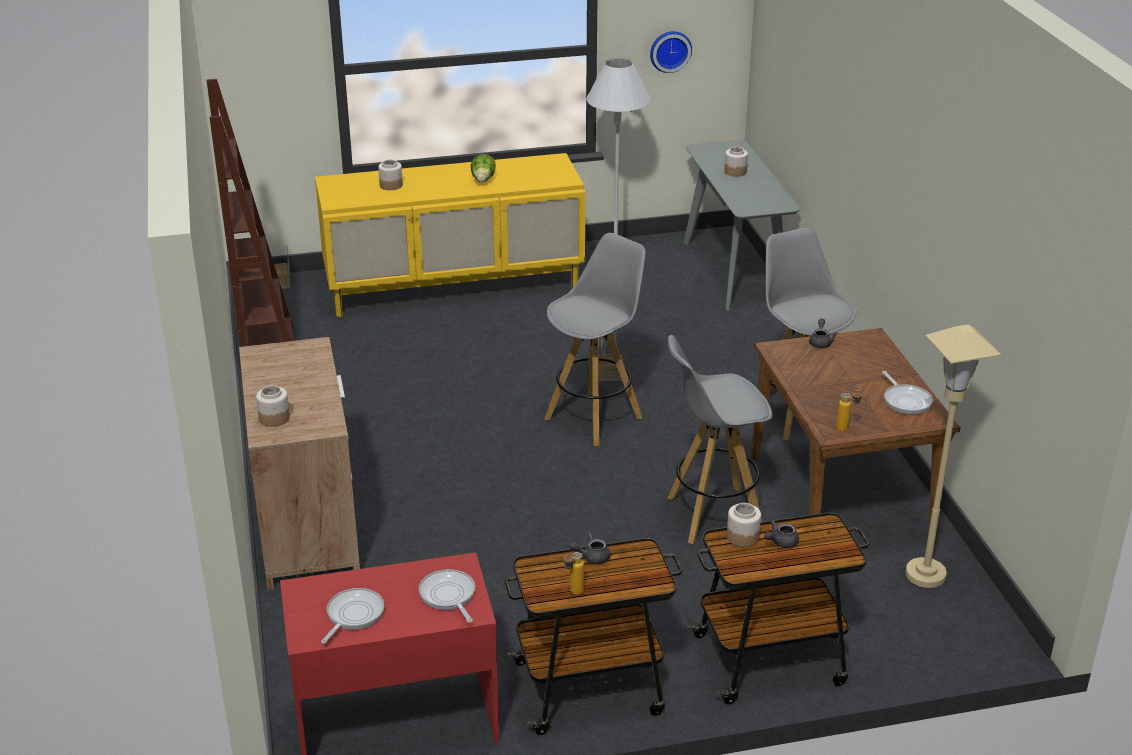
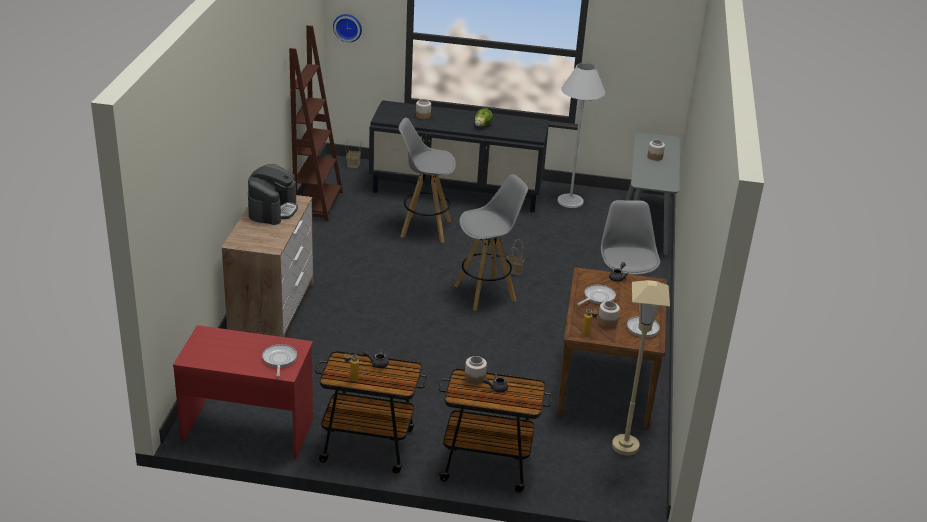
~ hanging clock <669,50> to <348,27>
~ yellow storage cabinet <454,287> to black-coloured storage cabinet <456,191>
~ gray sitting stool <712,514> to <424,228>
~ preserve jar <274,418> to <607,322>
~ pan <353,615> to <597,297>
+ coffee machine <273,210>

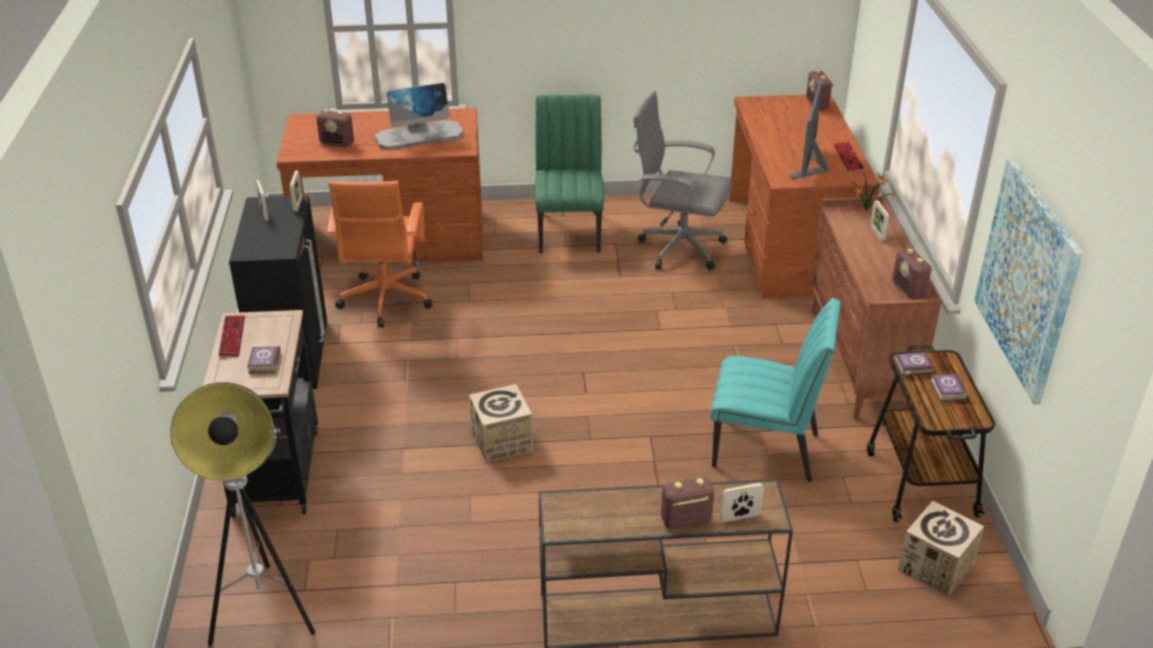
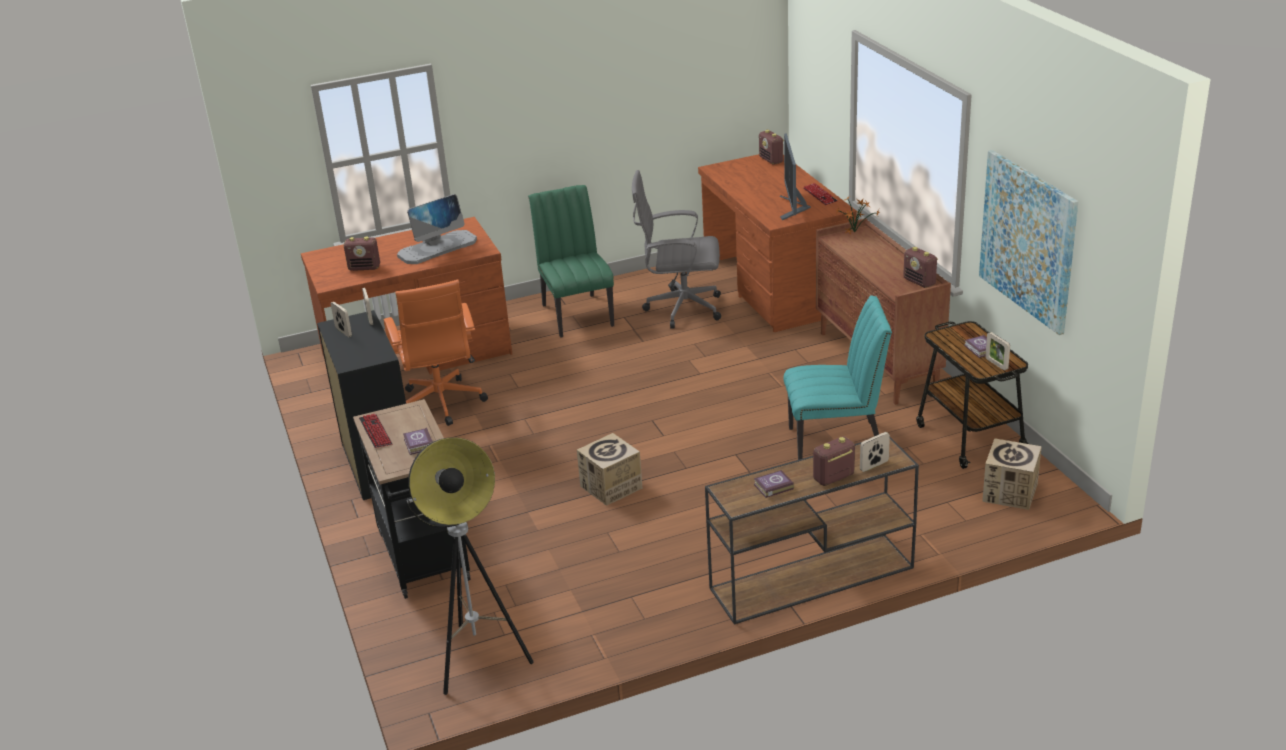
~ standing frame <877,234> to <996,364>
~ volume <912,366> to <772,486>

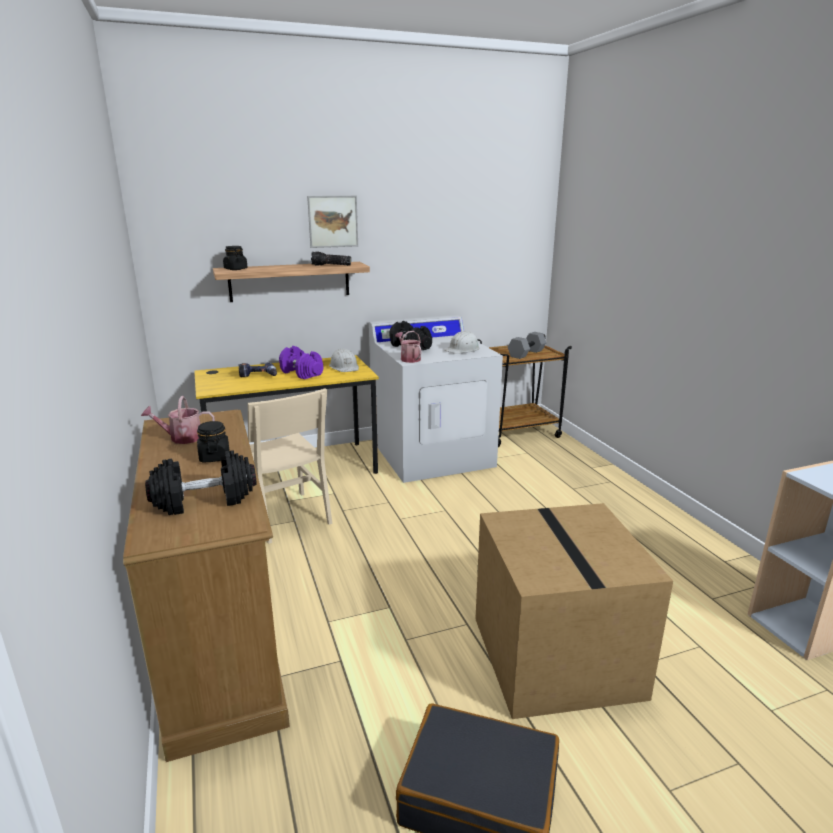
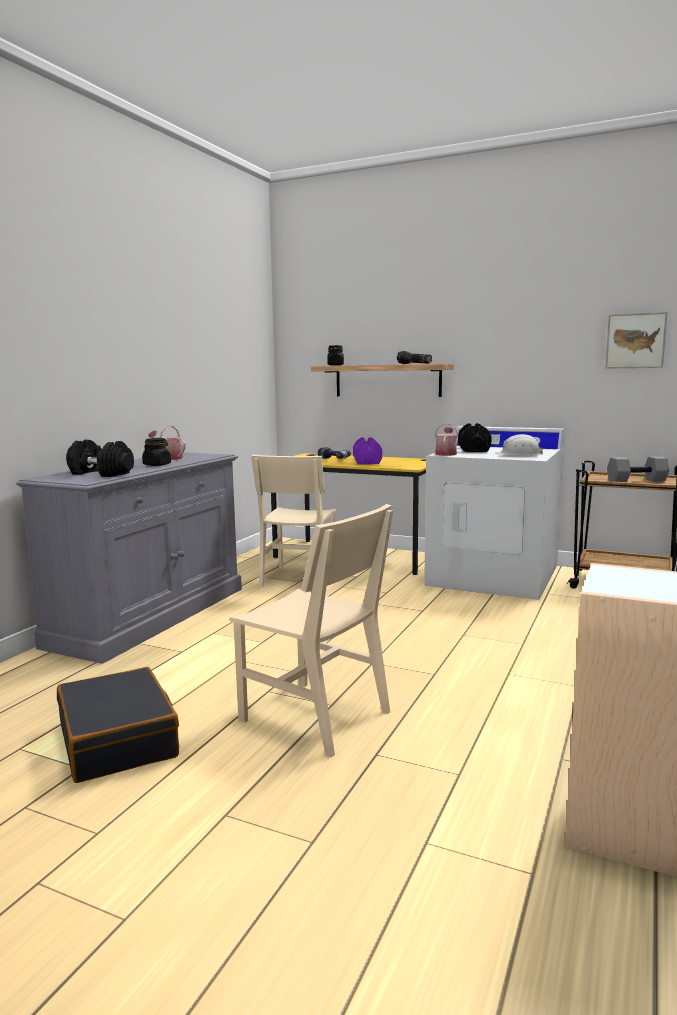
~ wall art <333,221> to <635,341>
- white hard hat <344,367>
~ brown-coloured storage cabinet <221,634> to gray storage cabinet <152,615>
~ packing box <558,657> to beige-coloured upright chair <314,716>

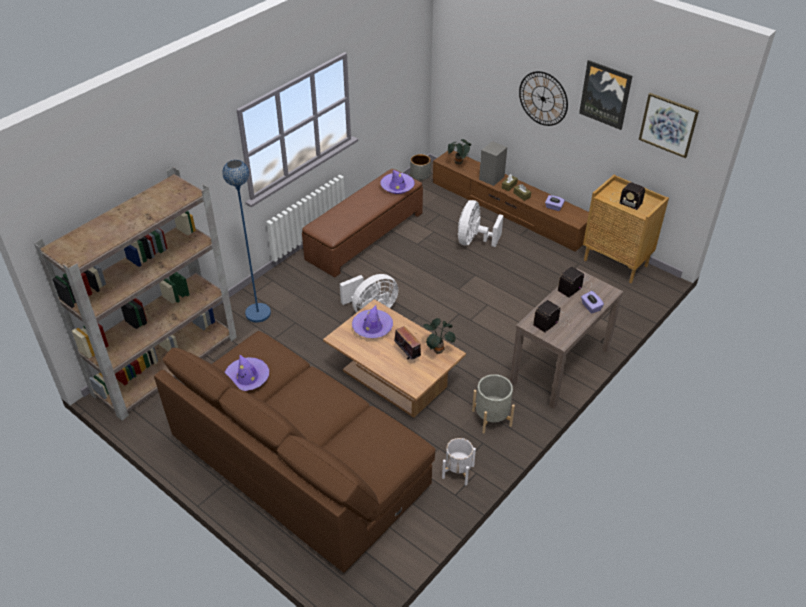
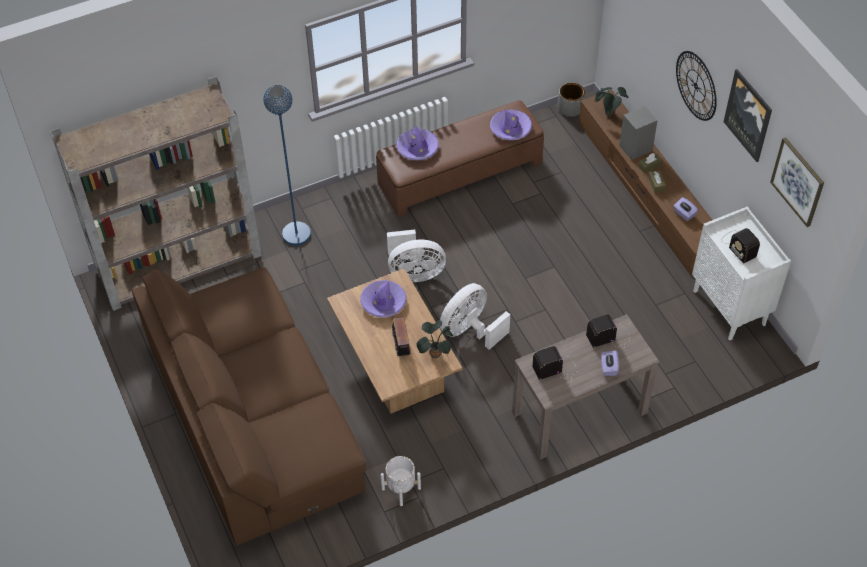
~ brown-coloured storage cabinet <616,263> to white storage cabinet <729,308>
~ white electric fan <474,241> to <470,330>
~ purple clothing hat <247,378> to <417,148>
- gray planter <491,418>

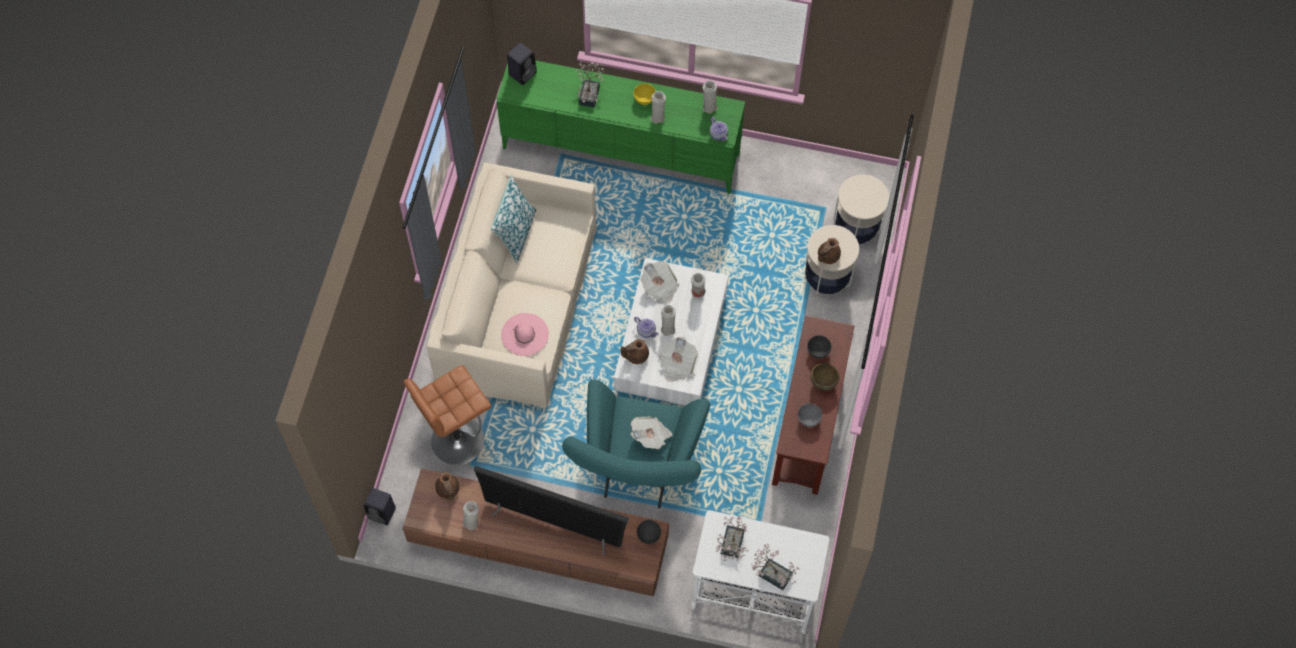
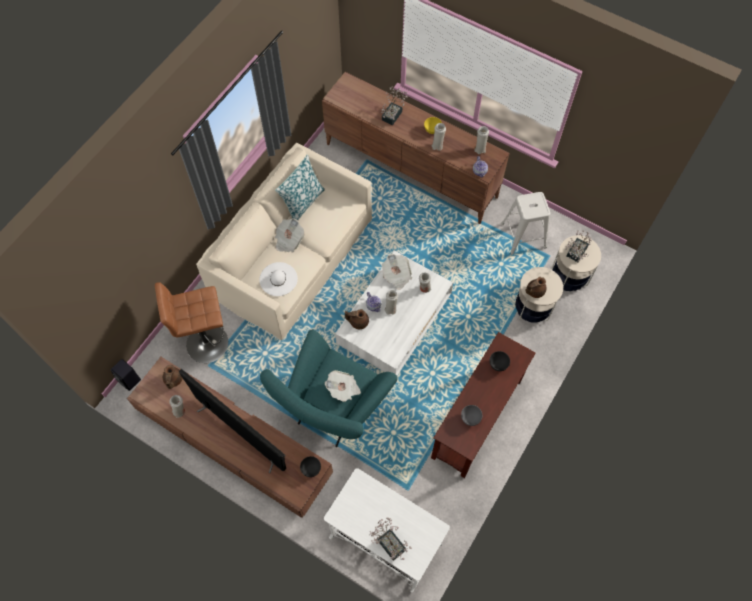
- black-coloured loudspeaker <523,73>
~ green storage cabinet <622,151> to brown-coloured storage cabinet <412,170>
~ pink-coloured clothing hat <525,334> to white clothing hat <278,279>
~ newspaper <677,365> to <288,240>
- brown-coloured bowl <822,382>
~ potted plant <731,546> to <575,253>
+ white sitting stool <523,235>

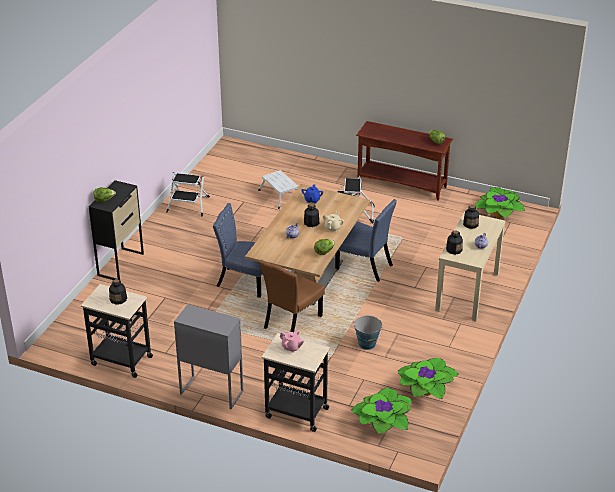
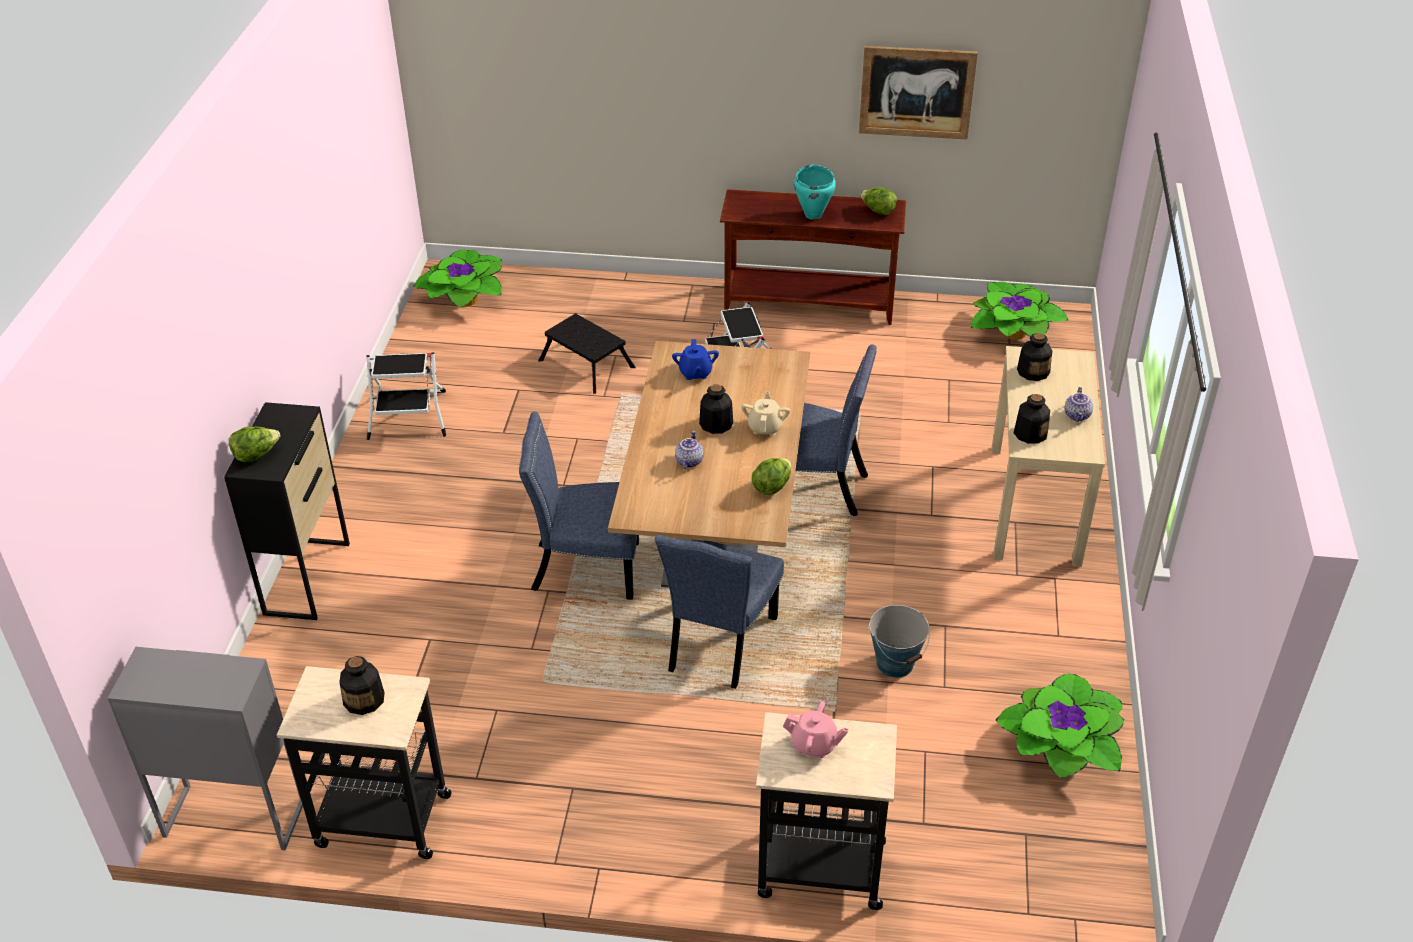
~ white stepladder <280,195> to black-coloured stepladder <586,363>
~ brown-coloured upright chair <292,321> to blue upright chair <720,640>
~ gray storage cabinet <211,391> to <233,815>
~ potted plant <383,422> to <465,298>
+ wall art <916,92>
+ blue-green cooking pot <813,215>

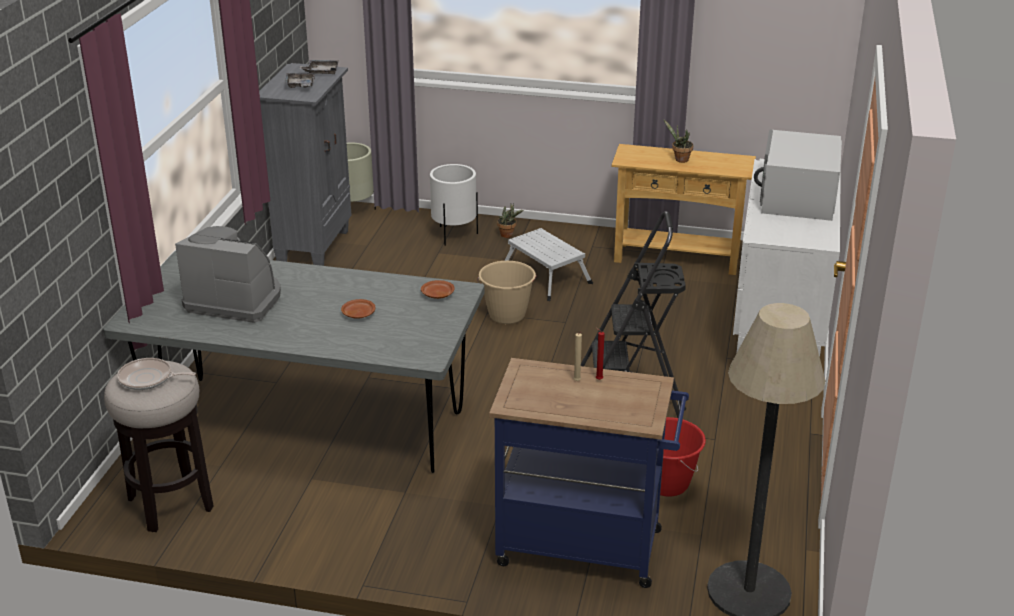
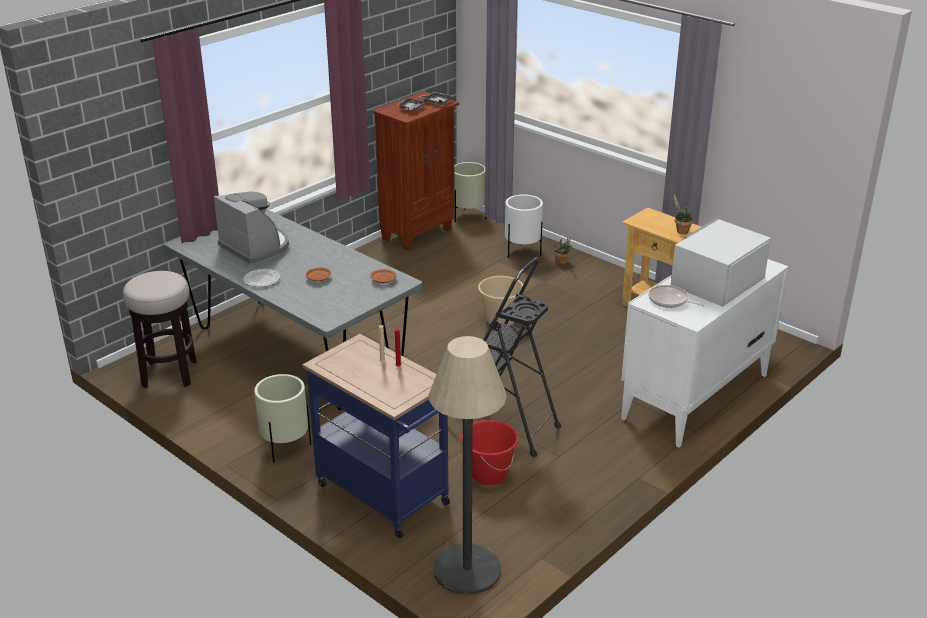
~ gray storage cabinet <315,247> to brown-coloured storage cabinet <418,235>
- white stepladder <546,276>
~ pan <148,379> to <669,300>
+ dinner plate <261,279>
+ beige-coloured planter <286,447>

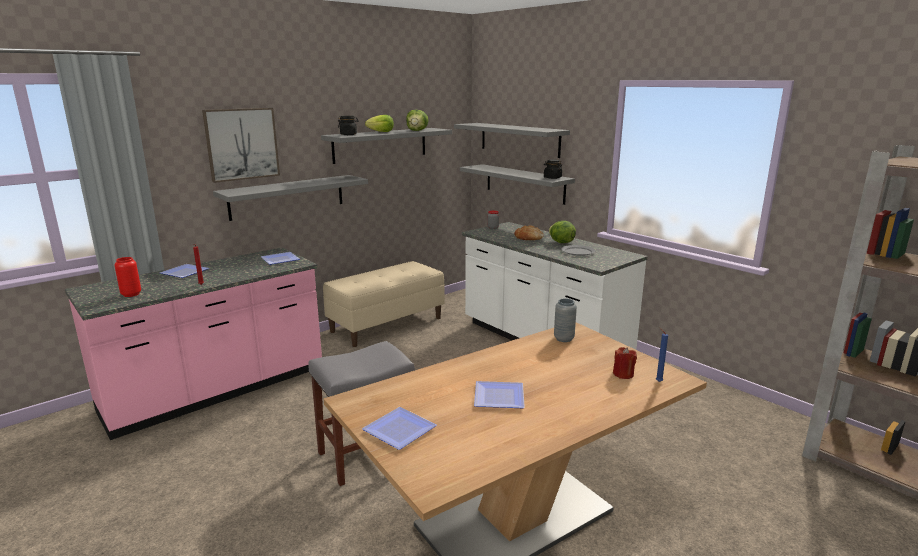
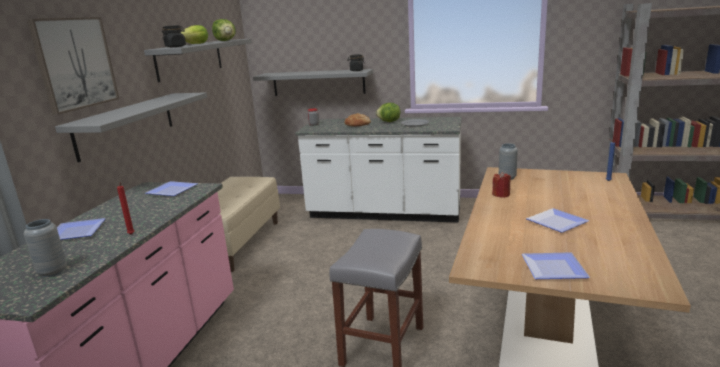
- gray shelf <519,139>
~ reddish decorative vase <131,294> to gray decorative vase <53,272>
~ reddish candle <623,374> to <501,195>

